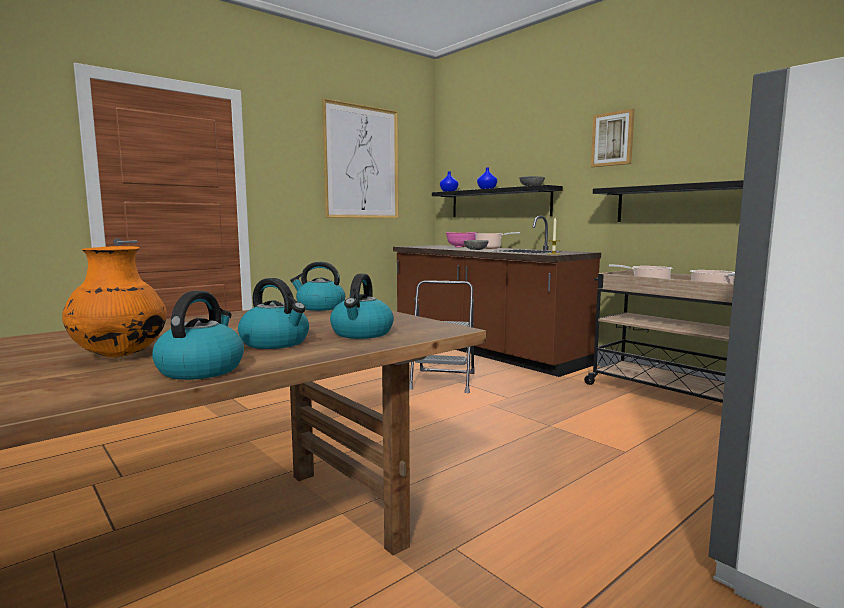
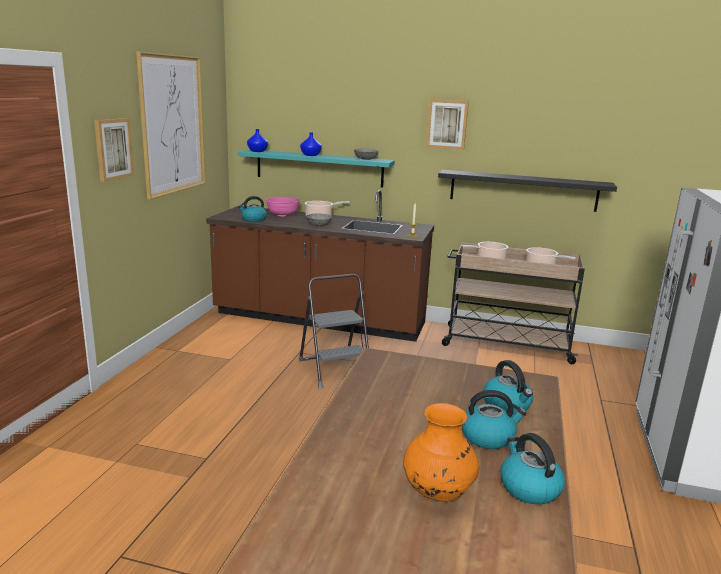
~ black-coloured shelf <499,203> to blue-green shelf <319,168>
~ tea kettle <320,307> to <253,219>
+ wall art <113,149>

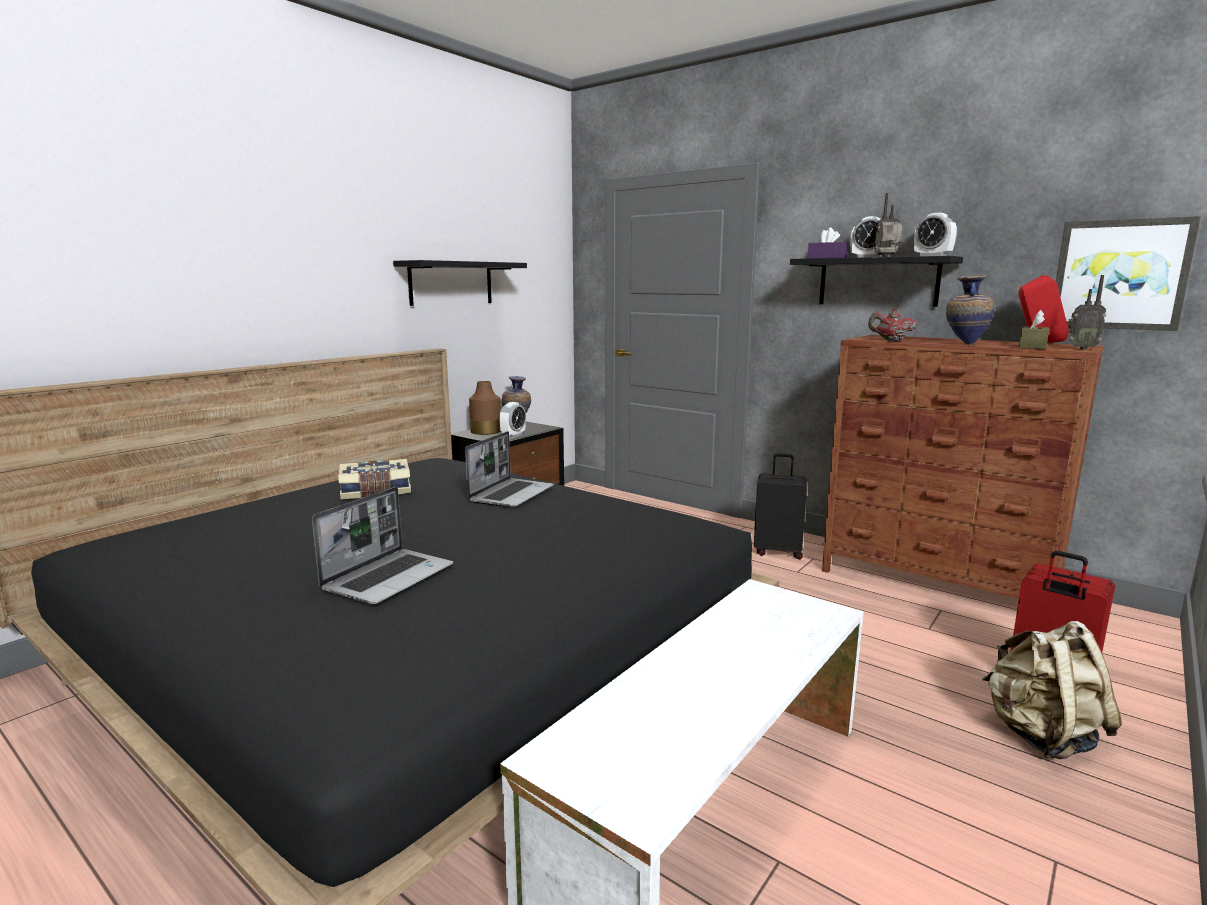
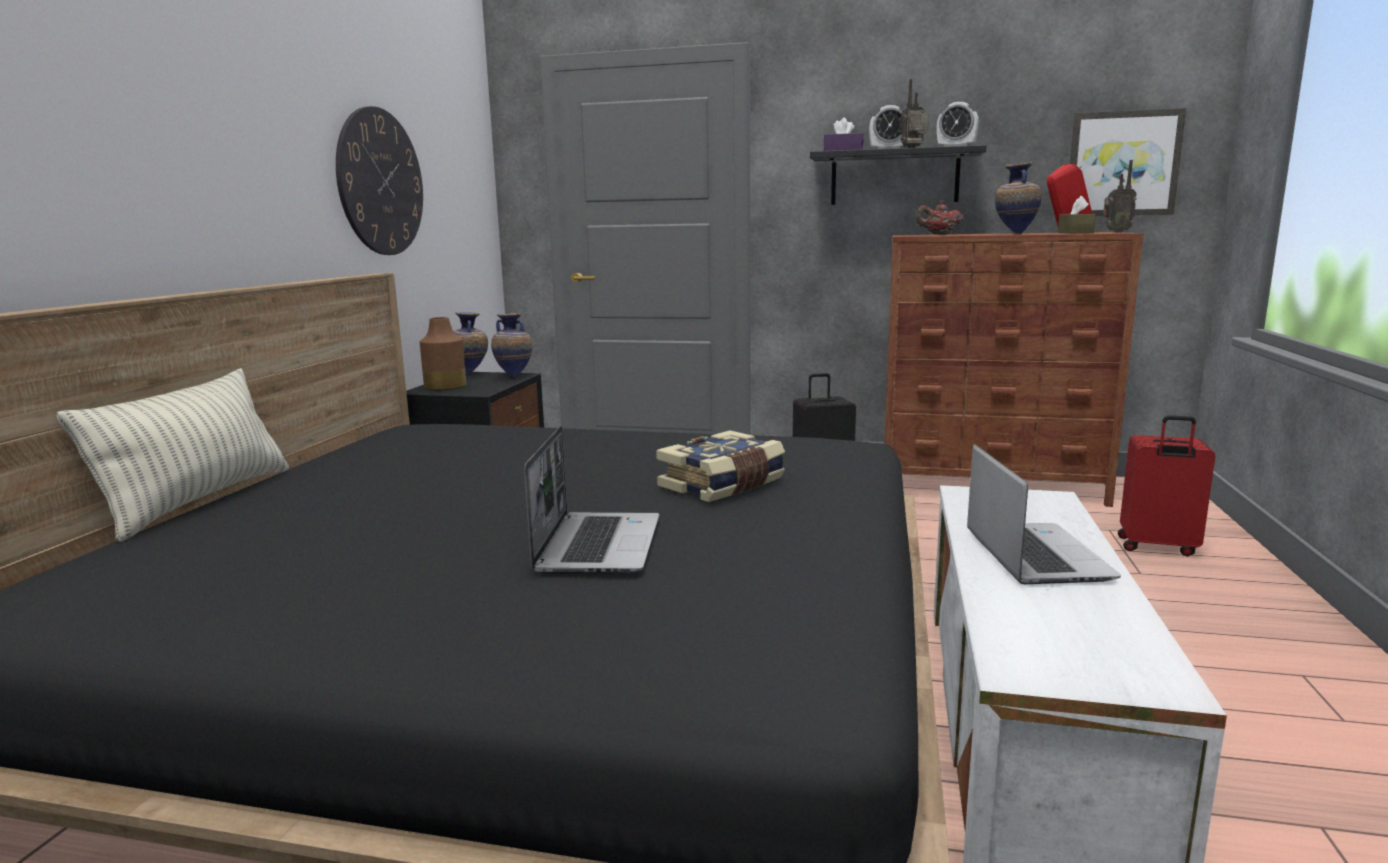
~ black-coloured shelf <451,283> to hanging clock <380,182>
- table clock <513,436>
~ portable computer <511,494> to <1033,555>
~ volume <376,492> to <723,485>
- beige-coloured backpack <1041,736>
+ decorative vase <514,376>
+ cushion <200,501>

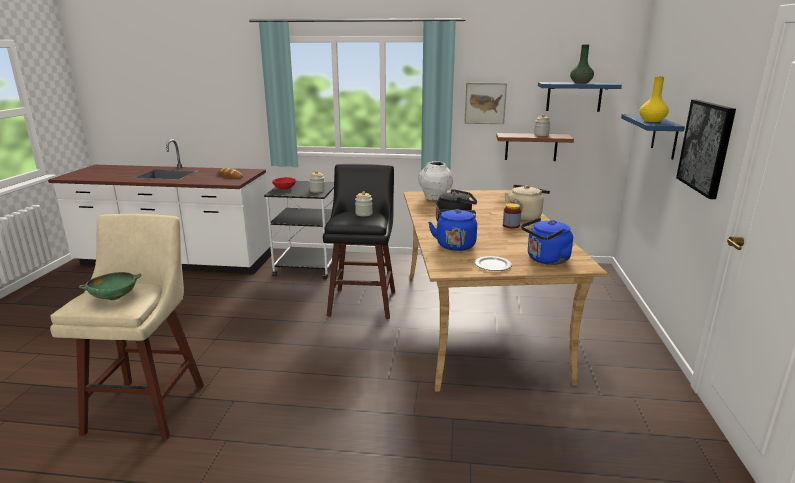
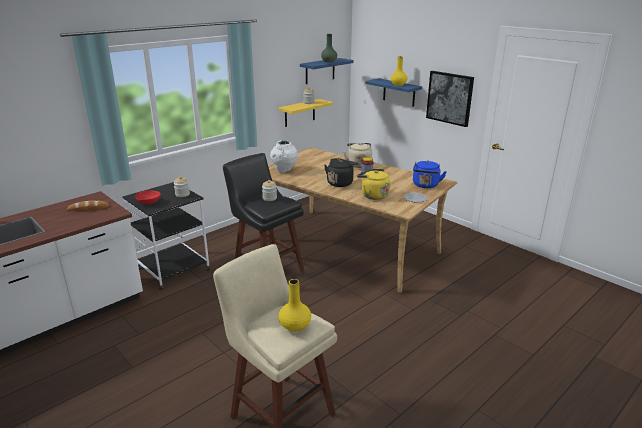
- wall art <485,103>
~ brown-coloured shelf <531,147> to yellow shelf <299,113>
~ blue tea kettle <455,245> to yellow tea kettle <373,195>
~ green bowl <114,297> to yellow decorative vase <294,325>

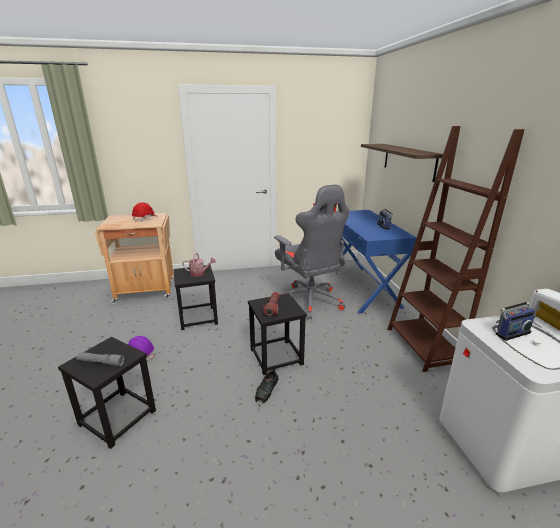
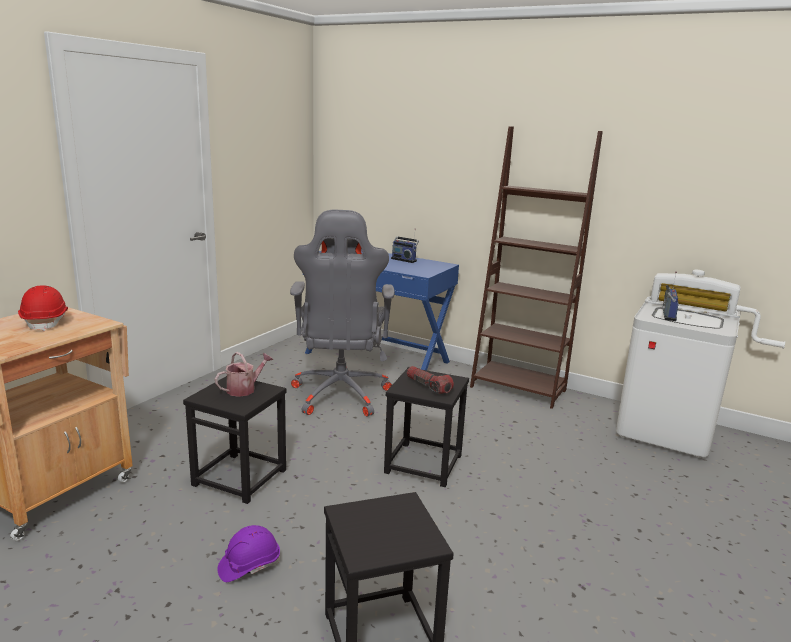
- shelf <408,161>
~ gray office chair <308,298> = <341,391> 75 degrees clockwise
- gray hand torch <101,362>
- black-coloured item of footwear <267,390>

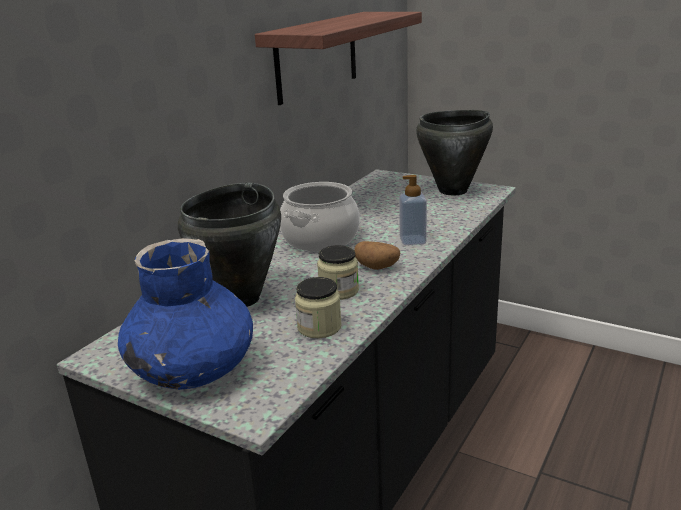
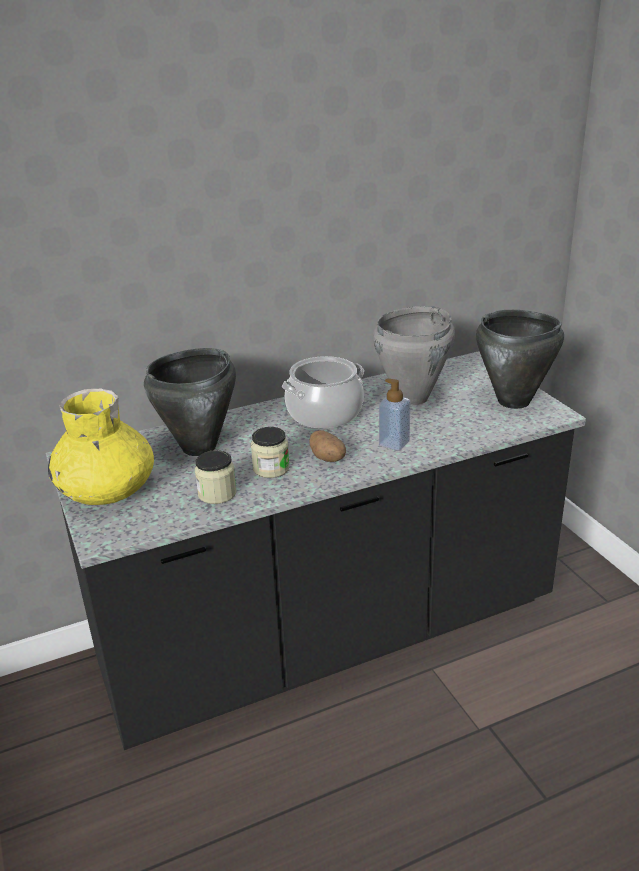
- shelf <317,56>
~ blue decorative vase <193,368> to yellow decorative vase <107,490>
+ gray cooking pot <413,398>

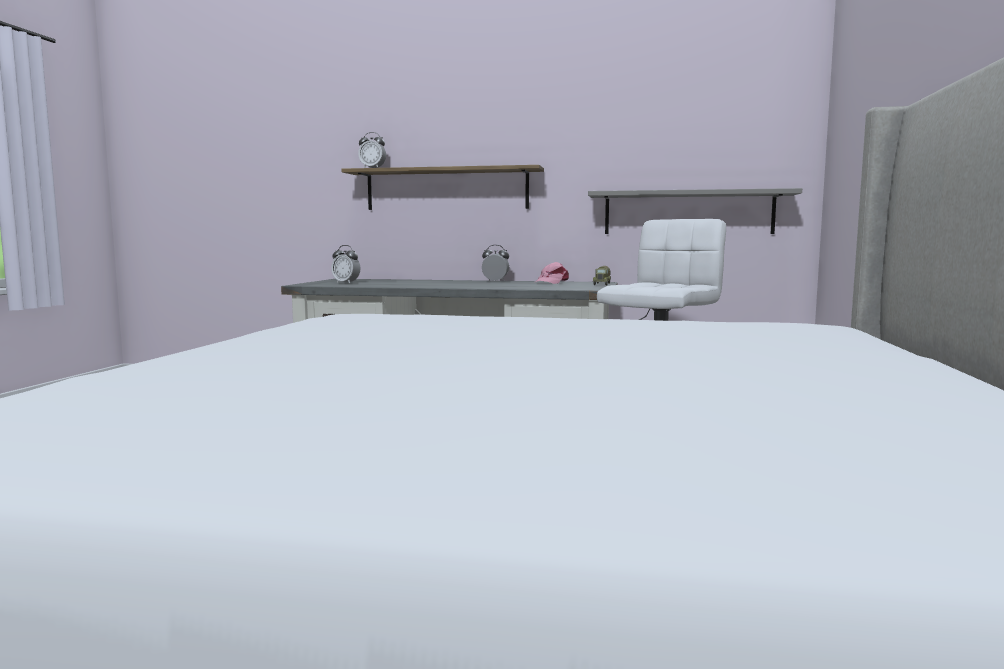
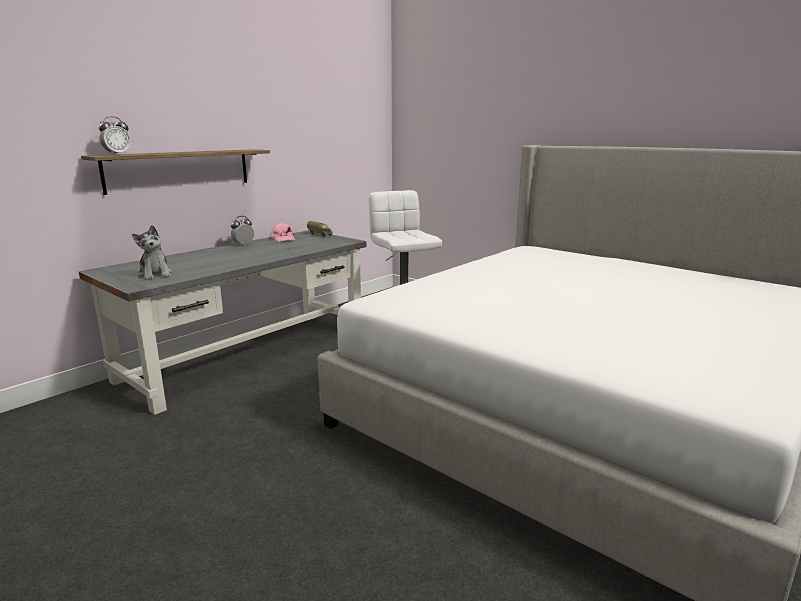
- gray shelf <688,213>
~ table clock <346,283> to soft toy <155,274>

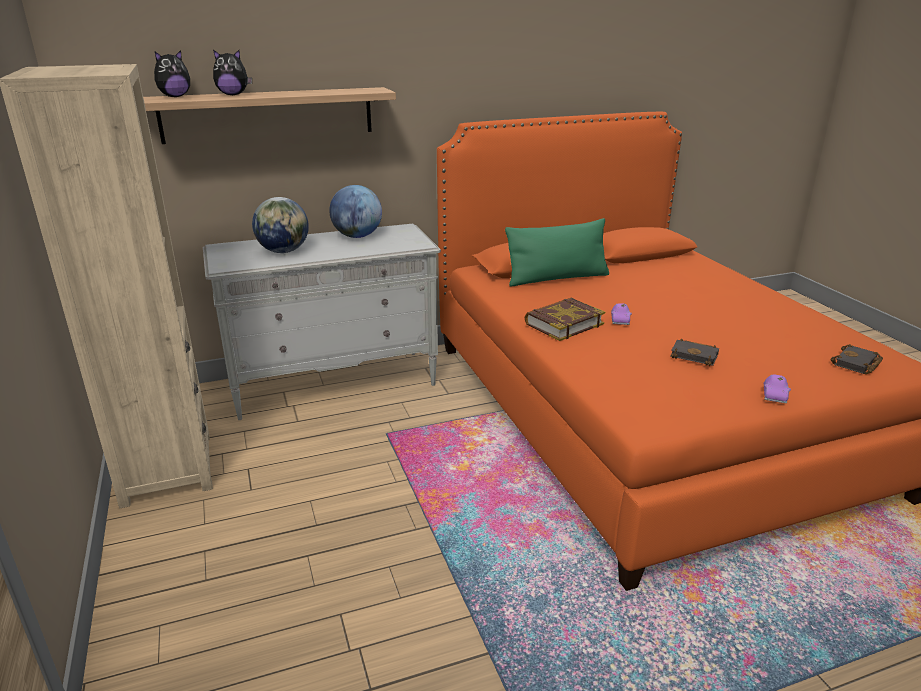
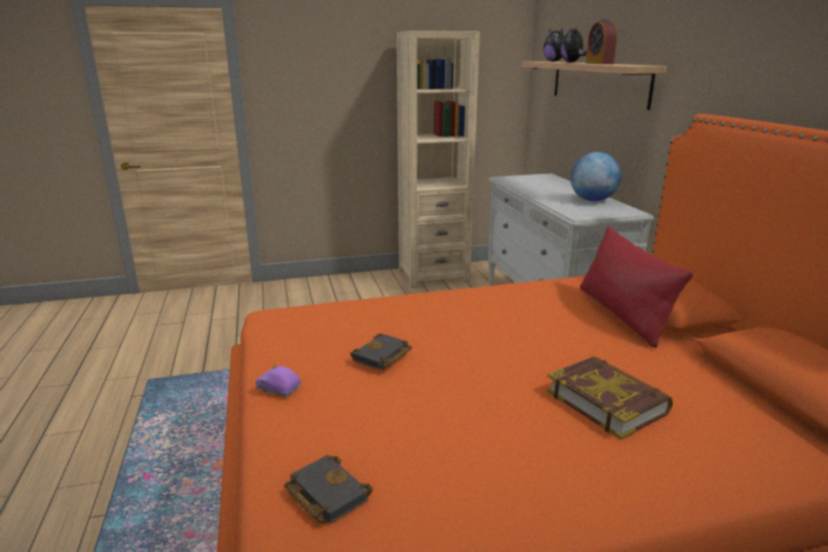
- world globe <284,251>
~ green cushion <557,278> to reddish cushion <622,314>
~ volume <563,324> to <607,402>
- purple miniature car <620,320>
+ table clock <599,63>

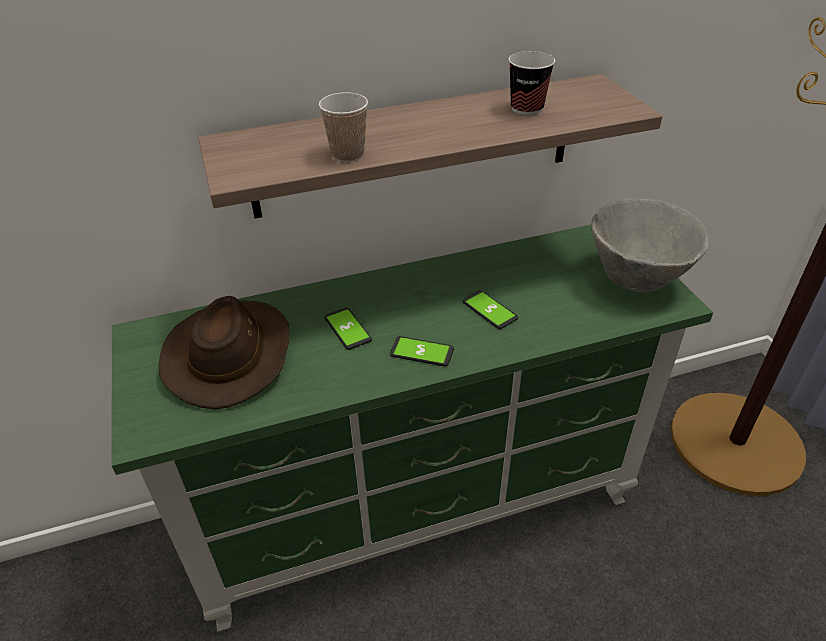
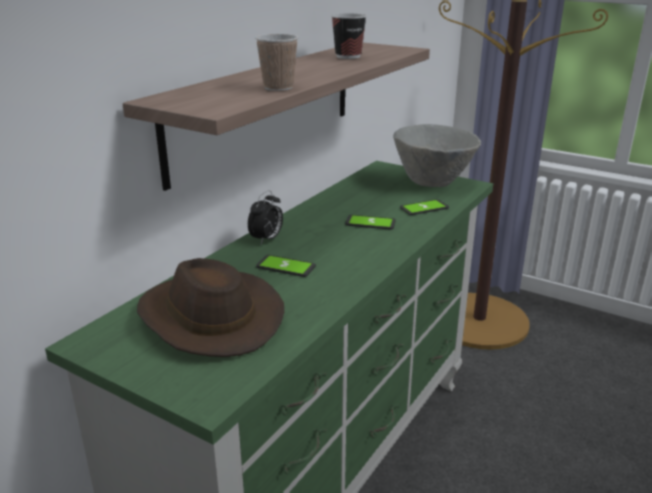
~ telephone <421,352> to <424,208>
+ table clock <266,239>

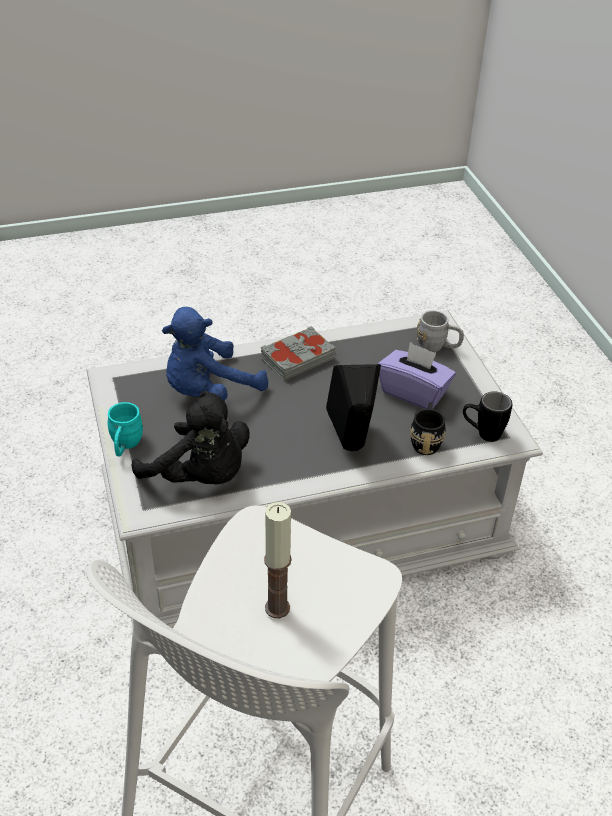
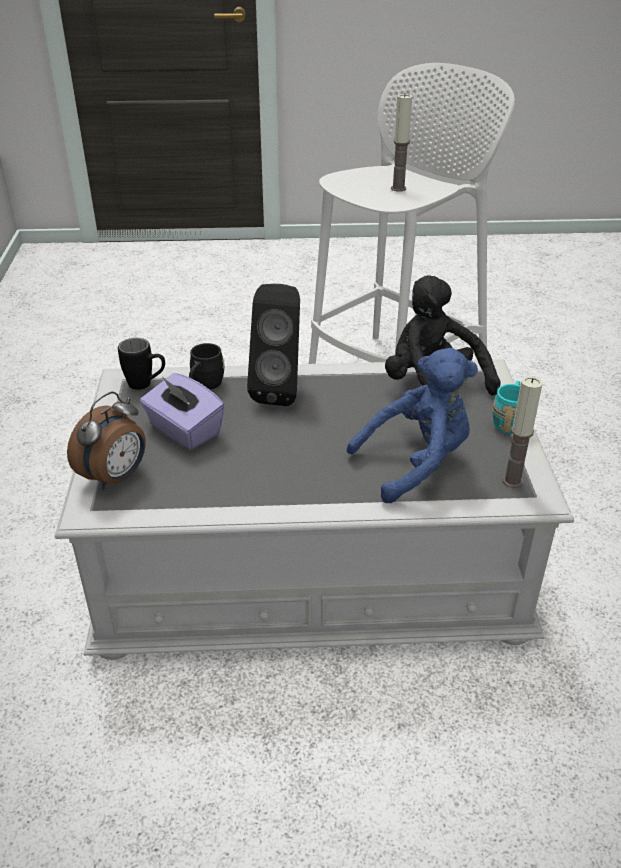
~ gray tea mug <438,347> to table clock <116,477>
- gray volume <297,358>
+ candle <512,481>

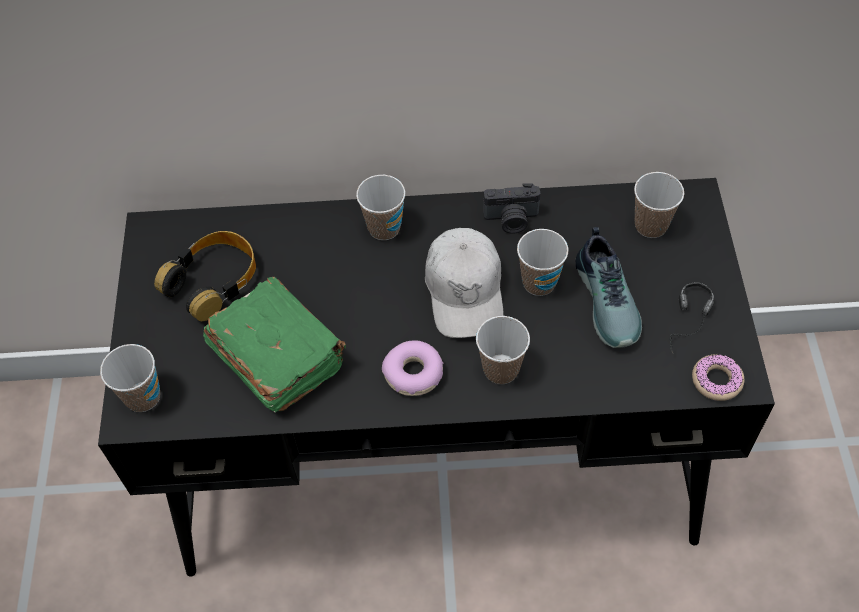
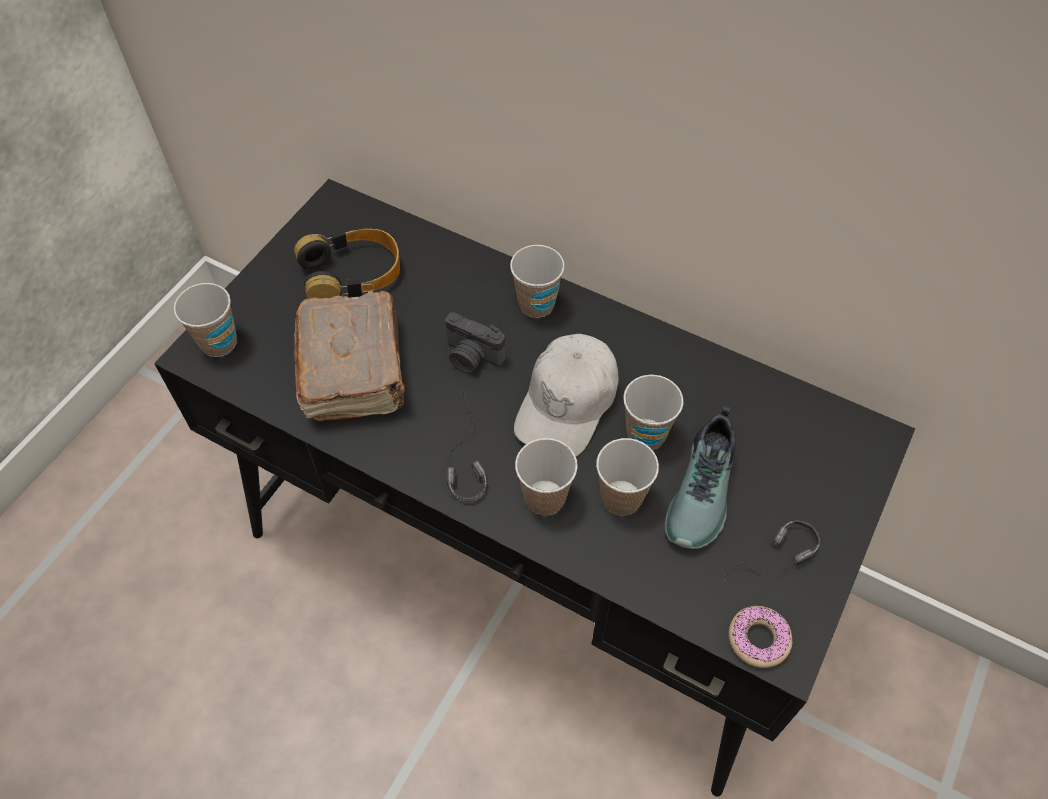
~ cup <651,225> to <621,498>
~ still camera <511,220> to <471,357>
~ green volume <277,355> to brown-coloured volume <355,369>
~ donut <413,374> to headset <460,455>

